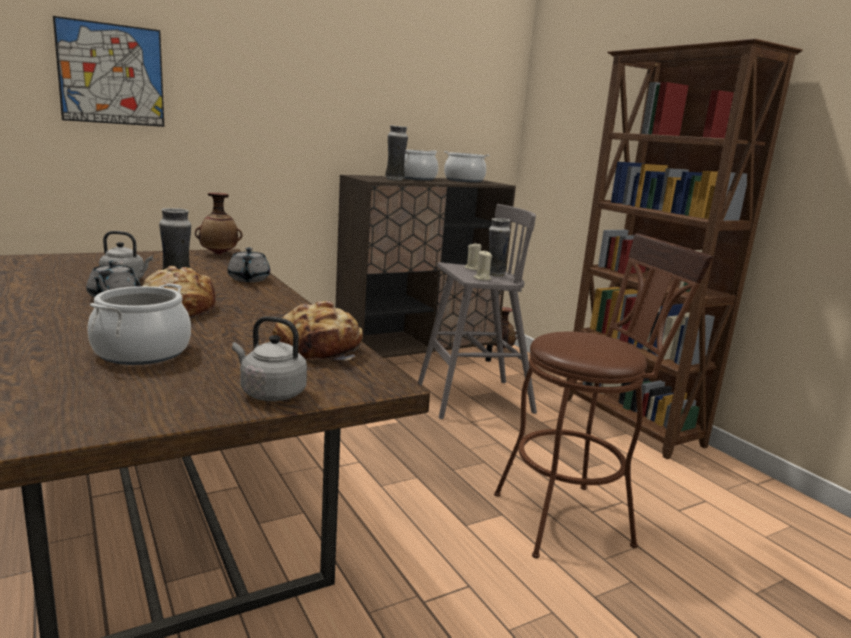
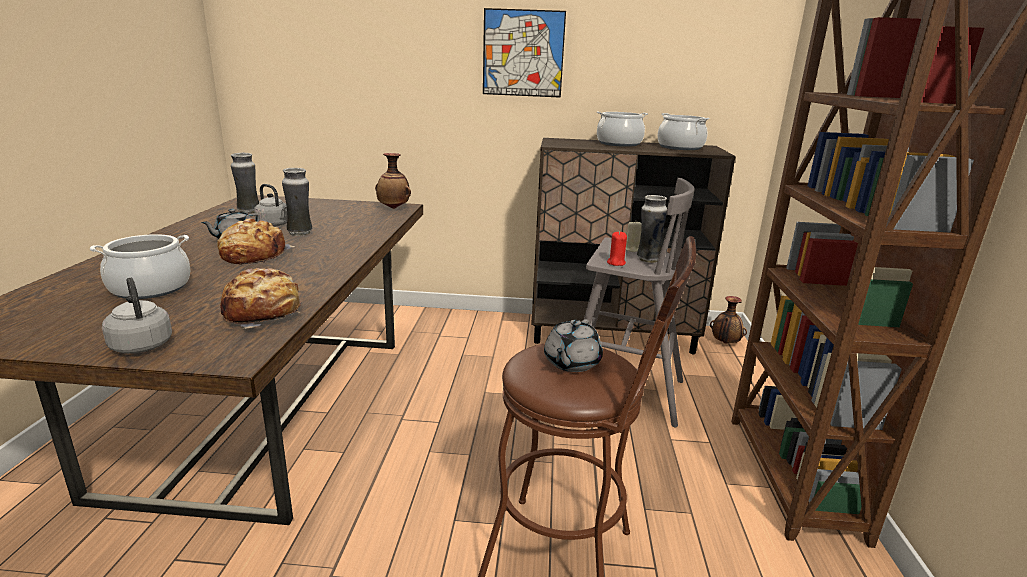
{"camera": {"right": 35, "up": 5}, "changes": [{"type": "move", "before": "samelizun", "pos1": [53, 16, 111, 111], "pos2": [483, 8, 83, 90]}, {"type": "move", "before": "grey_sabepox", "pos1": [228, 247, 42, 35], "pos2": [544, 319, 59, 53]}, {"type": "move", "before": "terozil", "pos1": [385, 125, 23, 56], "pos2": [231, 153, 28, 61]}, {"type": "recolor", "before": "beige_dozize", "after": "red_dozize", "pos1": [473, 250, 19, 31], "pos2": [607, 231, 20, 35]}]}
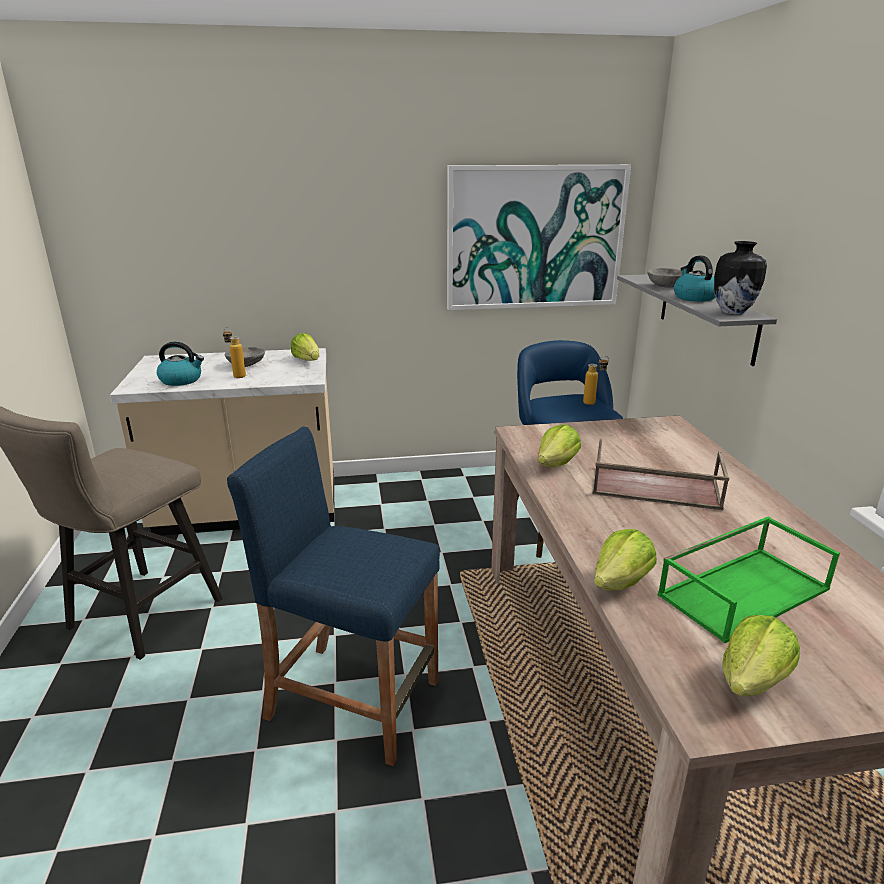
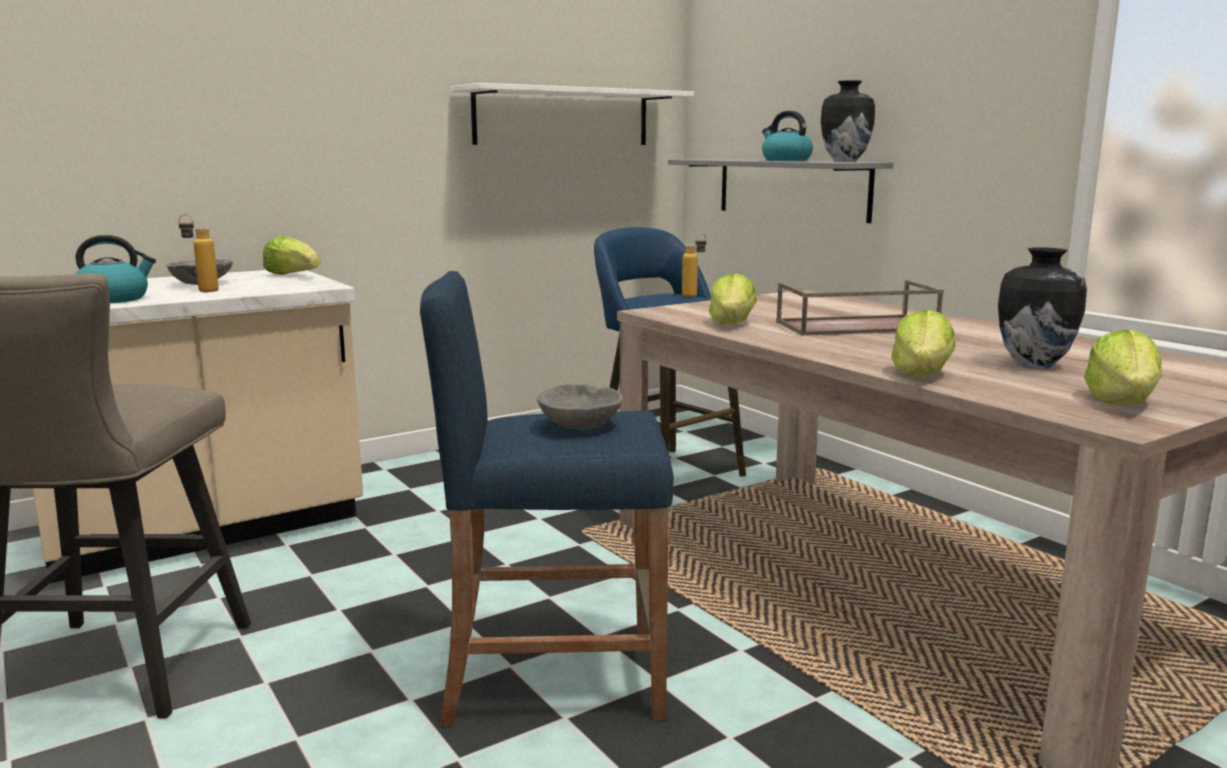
{"camera": {"right": -25, "up": -10}, "changes": [{"type": "move", "before": "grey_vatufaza", "pos1": [647, 268, 35, 20], "pos2": [536, 384, 87, 45]}, {"type": "replace", "before": "samelizun", "after": "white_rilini", "pos1": [447, 165, 184, 145], "pos2": [451, 83, 243, 62]}, {"type": "replace", "before": "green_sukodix", "after": "terozil", "pos1": [658, 517, 182, 126], "pos2": [998, 247, 89, 122]}]}
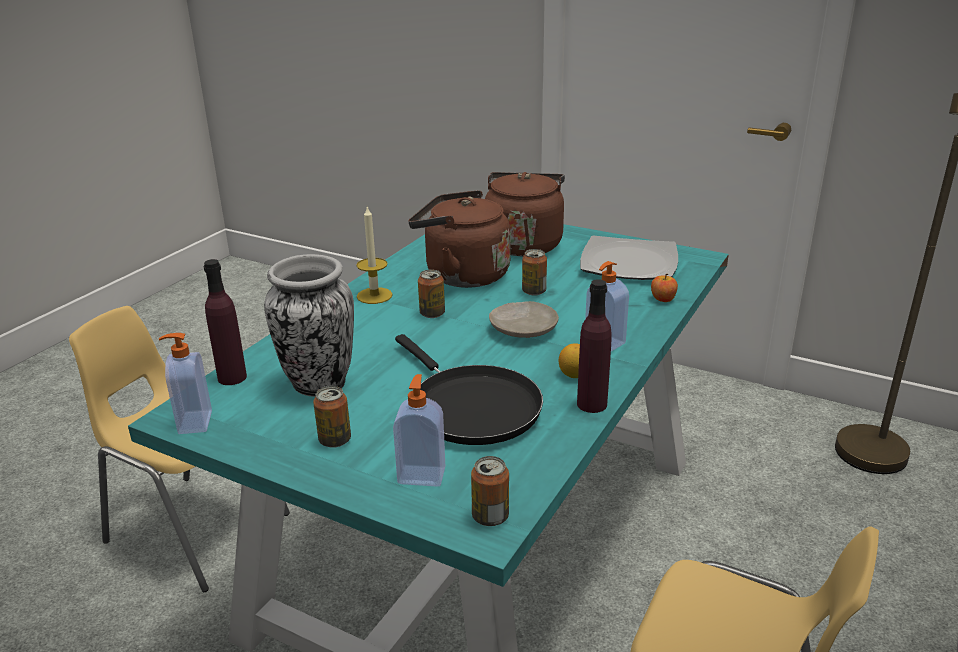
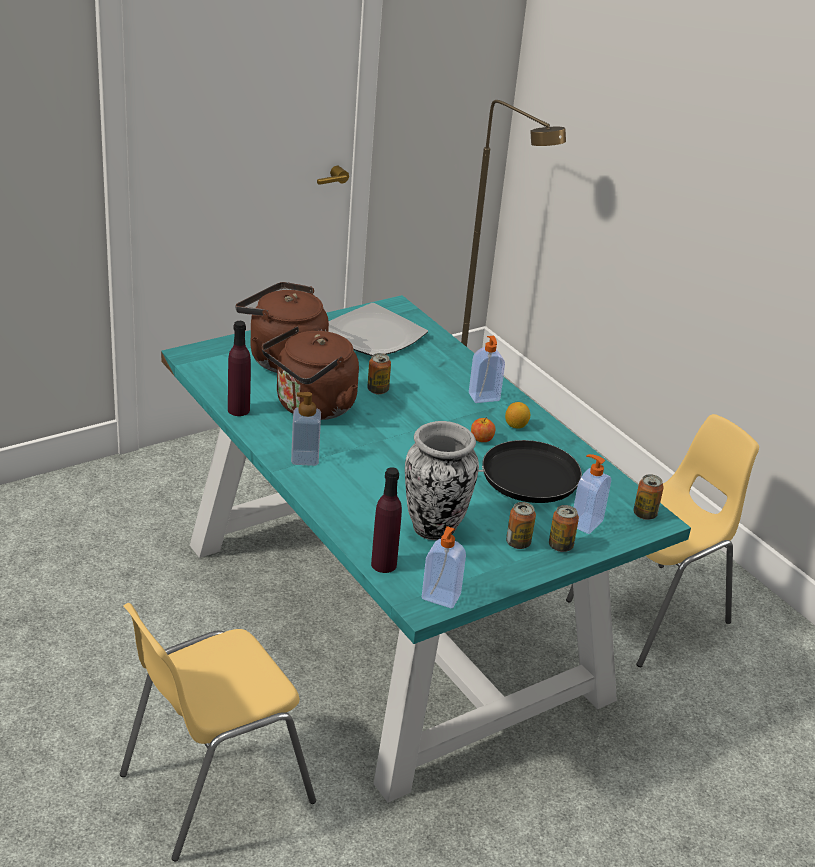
{"camera": {"right": -65, "up": 5}, "changes": [{"type": "delete", "before": "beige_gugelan", "pos1": [489, 301, 70, 37]}, {"type": "move", "before": "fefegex", "pos1": [418, 270, 27, 48], "pos2": [549, 505, 30, 47]}, {"type": "move", "before": "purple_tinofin", "pos1": [577, 279, 35, 134], "pos2": [228, 321, 23, 95]}, {"type": "move", "before": "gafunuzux", "pos1": [651, 274, 27, 28], "pos2": [471, 417, 24, 25]}, {"type": "replace", "before": "dozize", "after": "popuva", "pos1": [357, 207, 36, 97], "pos2": [291, 392, 30, 74]}]}
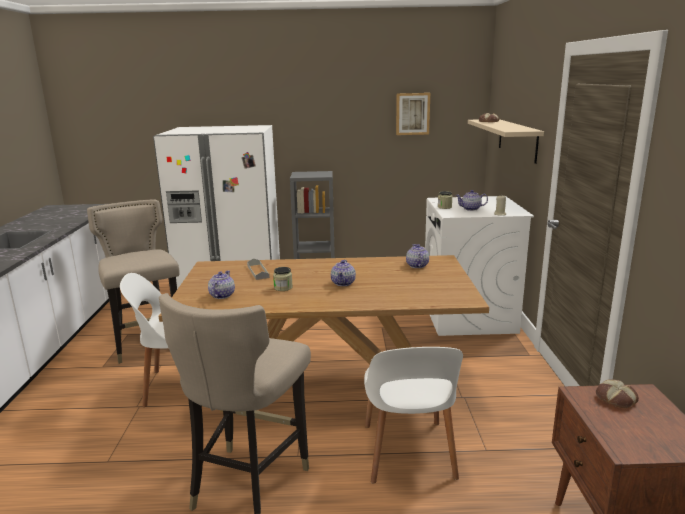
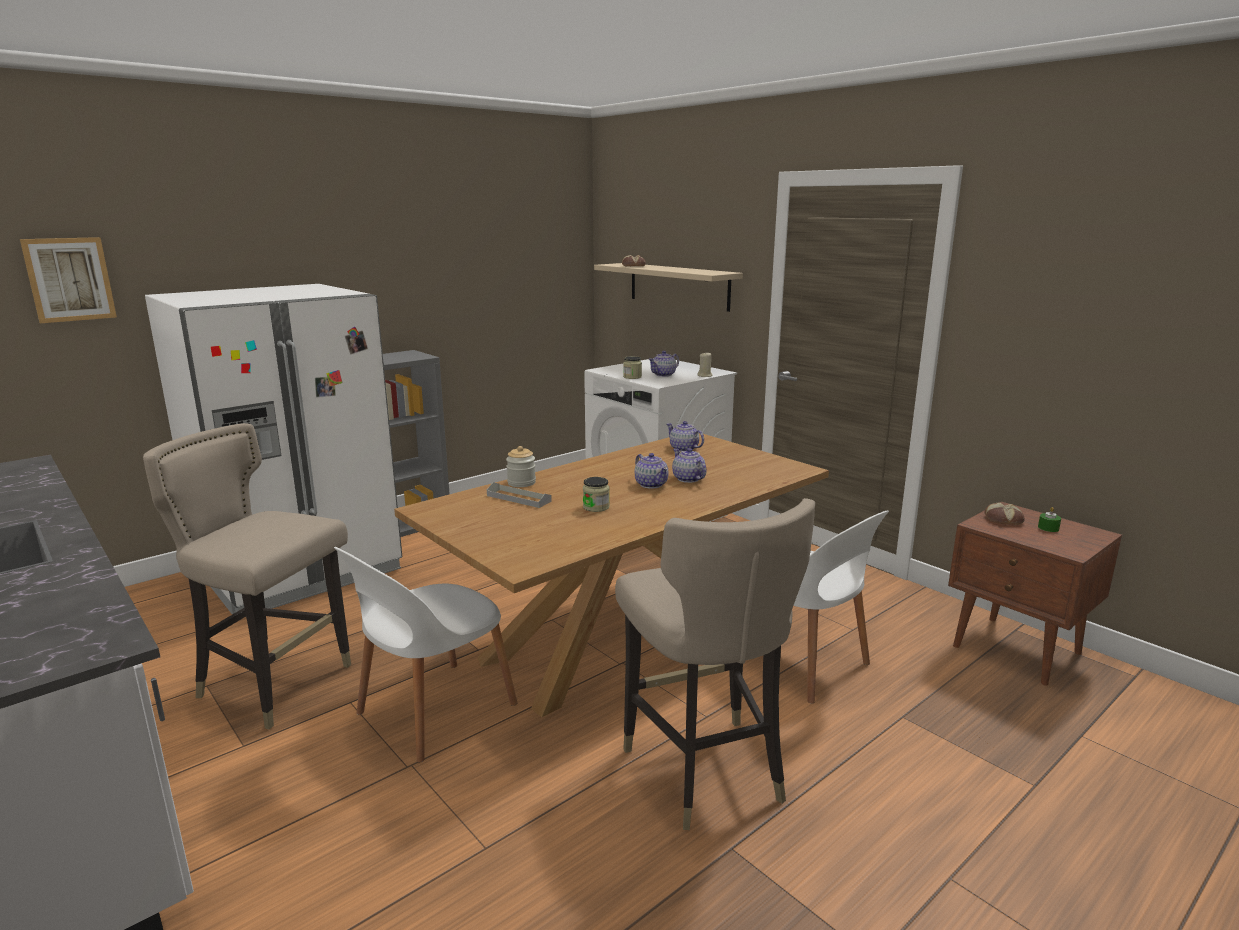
{"camera": {"right": -40, "up": 0}, "changes": [{"type": "insert", "after": "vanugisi", "pos2": [506, 446, 30, 41]}, {"type": "insert", "after": "green_dozize", "pos2": [1038, 507, 23, 25]}, {"type": "move", "before": "sabepox", "pos1": [208, 270, 27, 29], "pos2": [672, 448, 34, 35]}, {"type": "move", "before": "samelizun", "pos1": [396, 93, 34, 42], "pos2": [20, 237, 97, 86]}]}
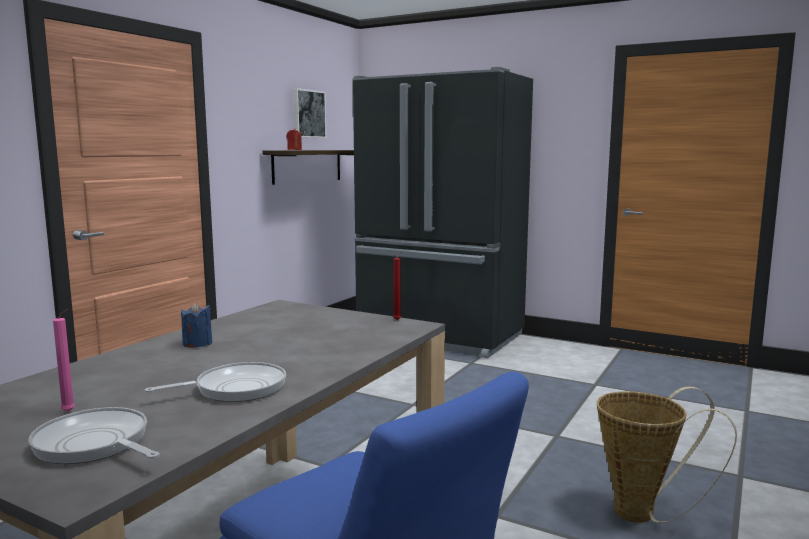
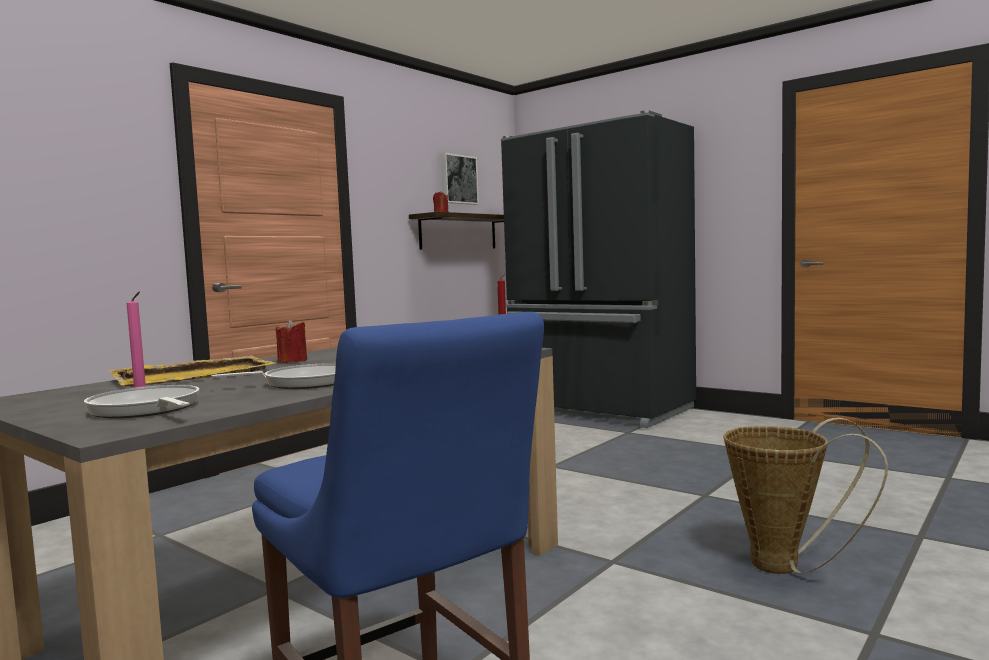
{"camera": {"right": 10, "up": -5}, "changes": [{"type": "insert", "after": "yellow_sukodix", "pos2": [109, 355, 168, 32]}, {"type": "recolor", "before": "blue_dozize", "after": "red_dozize", "pos1": [181, 302, 32, 45], "pos2": [276, 319, 31, 44]}]}
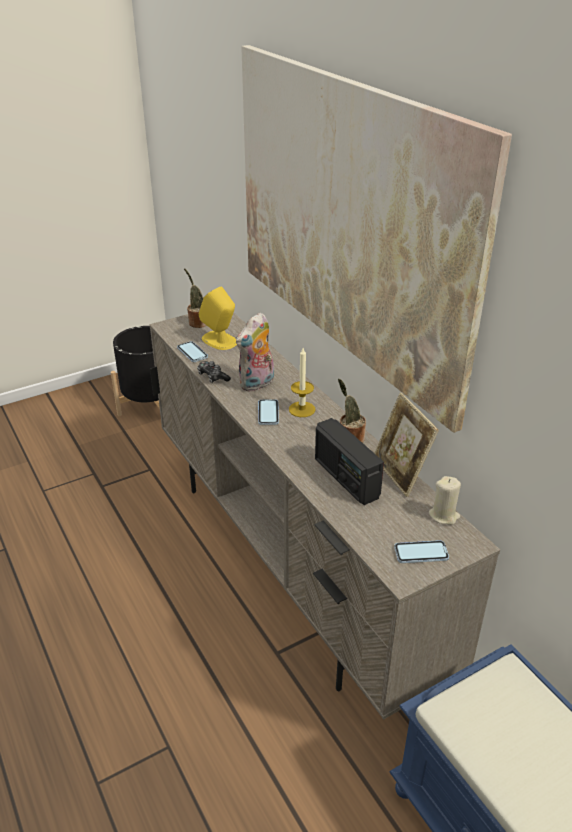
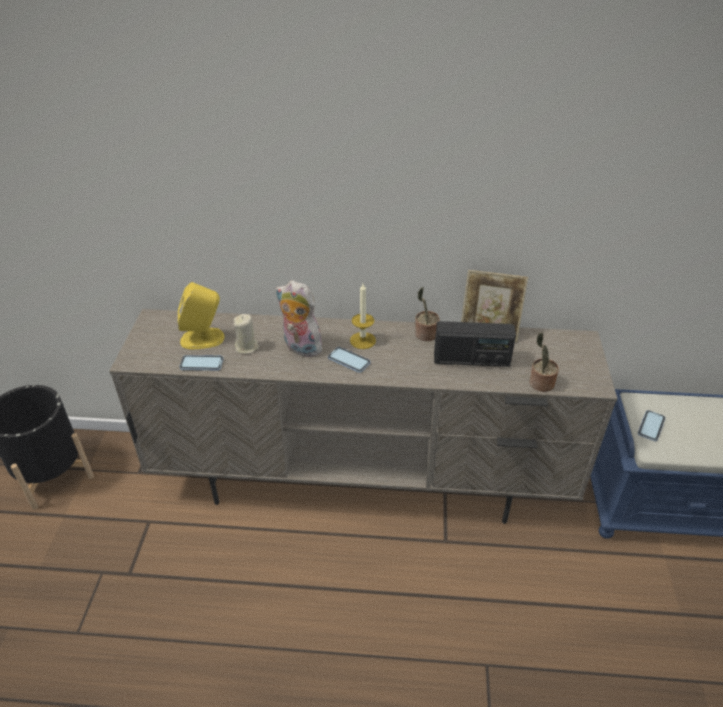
{"camera": {"right": -55, "up": 5}, "changes": [{"type": "delete", "before": "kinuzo", "pos1": [197, 361, 34, 22]}, {"type": "delete", "before": "samelizun", "pos1": [241, 45, 271, 388]}, {"type": "move", "before": "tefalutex", "pos1": [184, 268, 23, 60], "pos2": [529, 333, 30, 59]}, {"type": "move", "before": "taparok", "pos1": [394, 540, 55, 23], "pos2": [638, 410, 28, 31]}, {"type": "move", "before": "beige_dozize", "pos1": [429, 476, 32, 49], "pos2": [234, 314, 25, 40]}, {"type": "rotate", "before": "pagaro", "pos1": [236, 312, 38, 80], "pos2": [276, 280, 46, 77], "turn": 135}]}
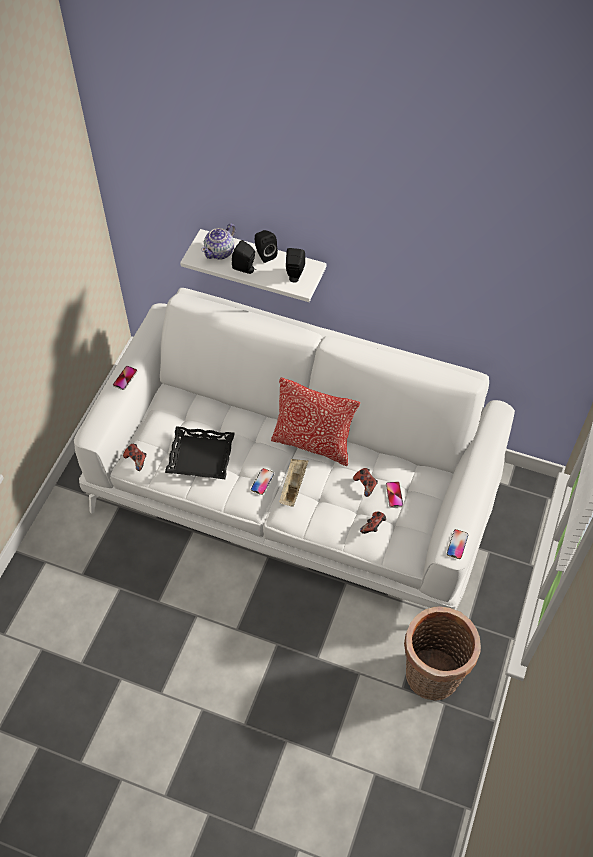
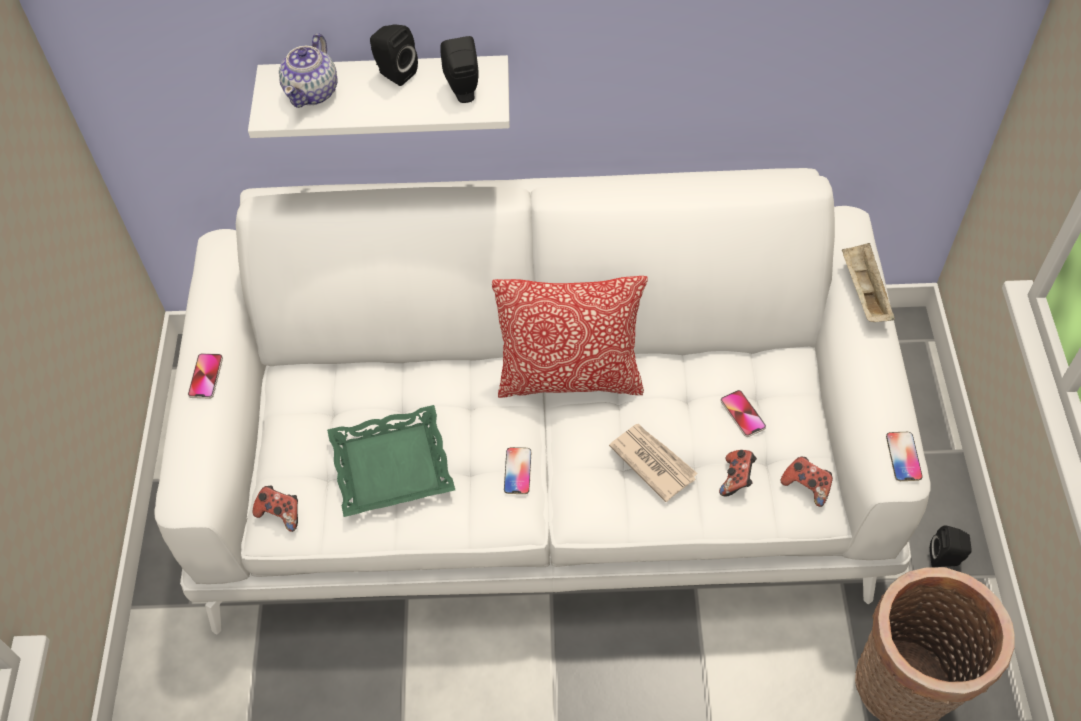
{"camera": {"right": -20, "up": 0}, "changes": [{"type": "insert", "after": "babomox", "pos2": [609, 424, 89, 78]}, {"type": "move", "before": "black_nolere", "pos1": [232, 240, 24, 34], "pos2": [930, 525, 42, 42]}, {"type": "move", "before": "beige_sukodix", "pos1": [279, 459, 29, 48], "pos2": [842, 243, 53, 79]}, {"type": "move", "before": "kinuzo", "pos1": [353, 468, 25, 29], "pos2": [781, 456, 52, 51]}, {"type": "recolor", "before": "black_sukodix", "after": "green_sukodix", "pos1": [165, 426, 70, 53], "pos2": [327, 405, 128, 112]}]}
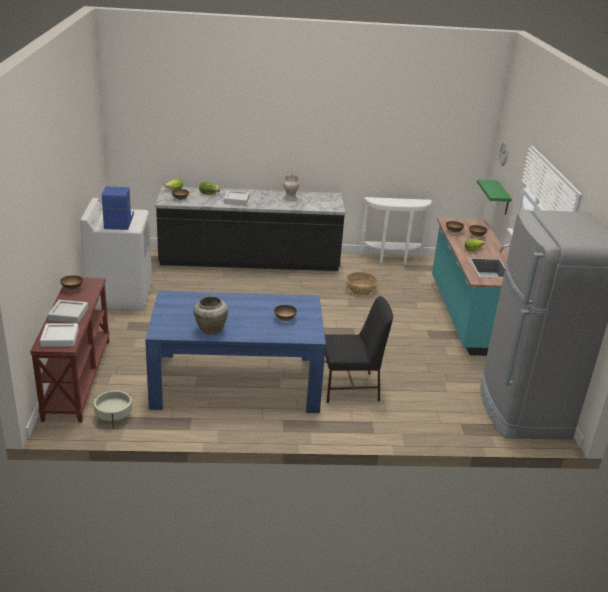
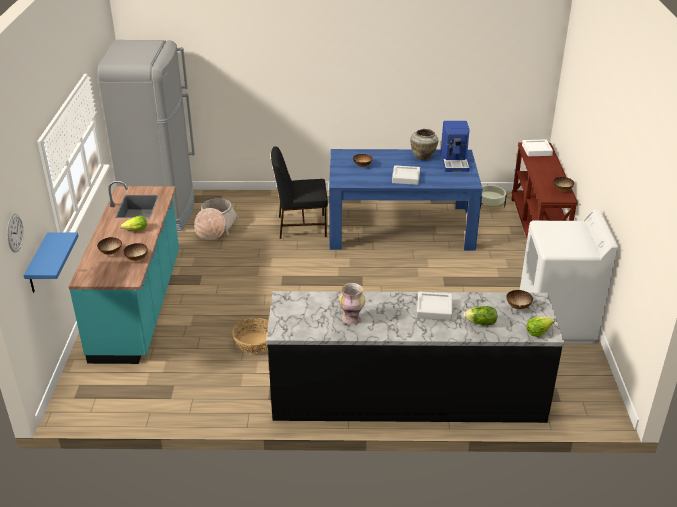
{"camera": {"right": -175, "up": 5}, "changes": [{"type": "delete", "before": "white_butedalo", "pos1": [360, 197, 72, 67]}, {"type": "insert", "after": "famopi", "pos2": [194, 199, 45, 41]}, {"type": "move", "before": "grey_sukodix", "pos1": [48, 300, 40, 23], "pos2": [392, 165, 28, 20]}, {"type": "move", "before": "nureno", "pos1": [102, 186, 32, 44], "pos2": [441, 121, 29, 51]}, {"type": "recolor", "before": "green_rilini", "after": "blue_rilini", "pos1": [477, 179, 35, 36], "pos2": [24, 232, 54, 61]}]}
